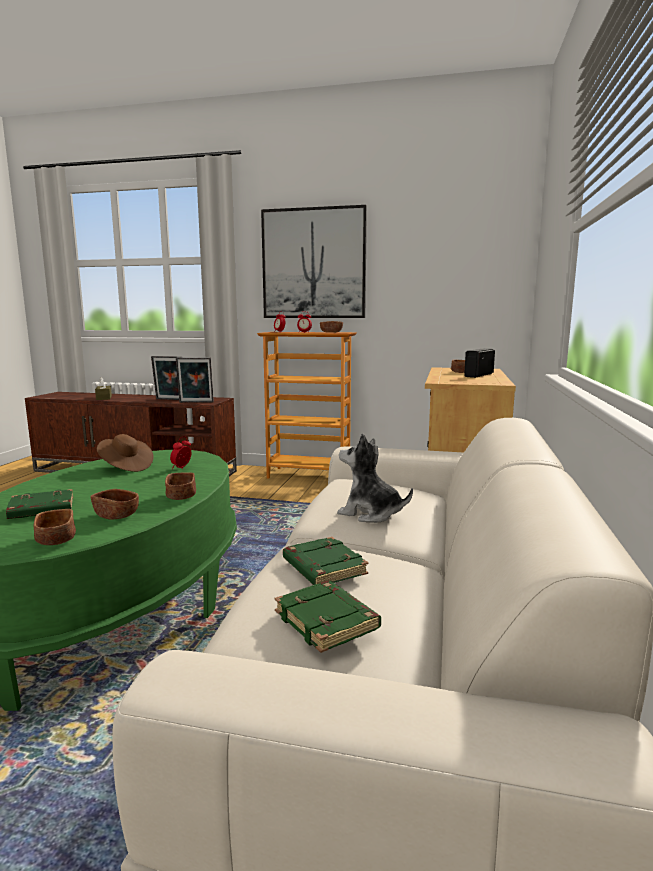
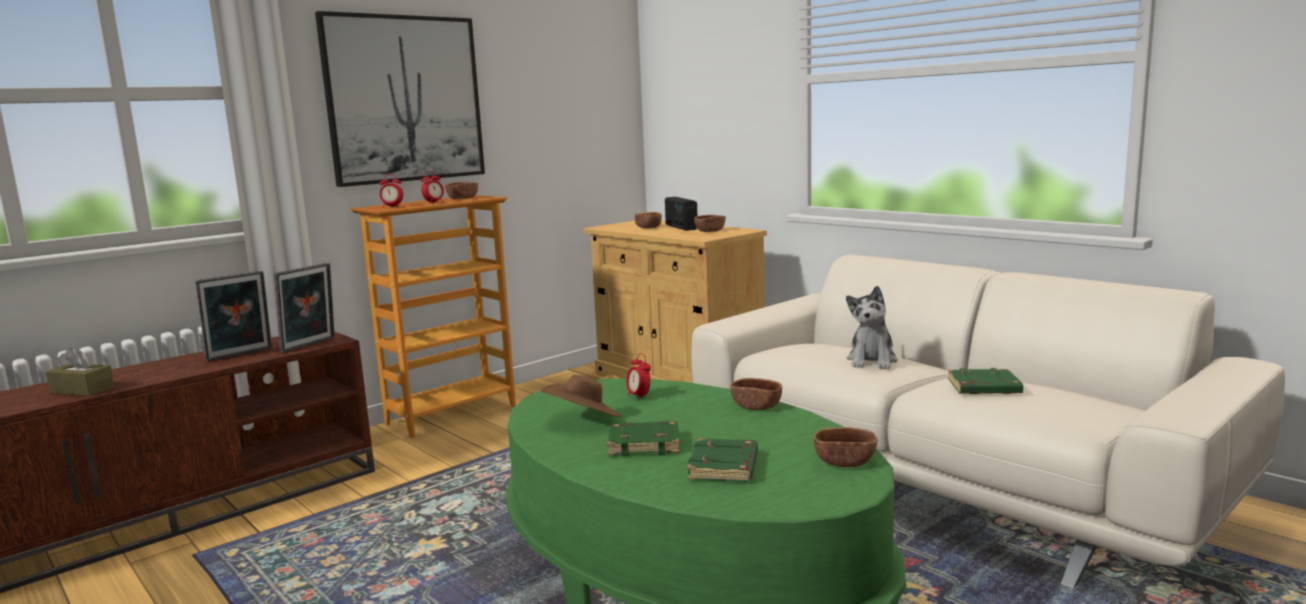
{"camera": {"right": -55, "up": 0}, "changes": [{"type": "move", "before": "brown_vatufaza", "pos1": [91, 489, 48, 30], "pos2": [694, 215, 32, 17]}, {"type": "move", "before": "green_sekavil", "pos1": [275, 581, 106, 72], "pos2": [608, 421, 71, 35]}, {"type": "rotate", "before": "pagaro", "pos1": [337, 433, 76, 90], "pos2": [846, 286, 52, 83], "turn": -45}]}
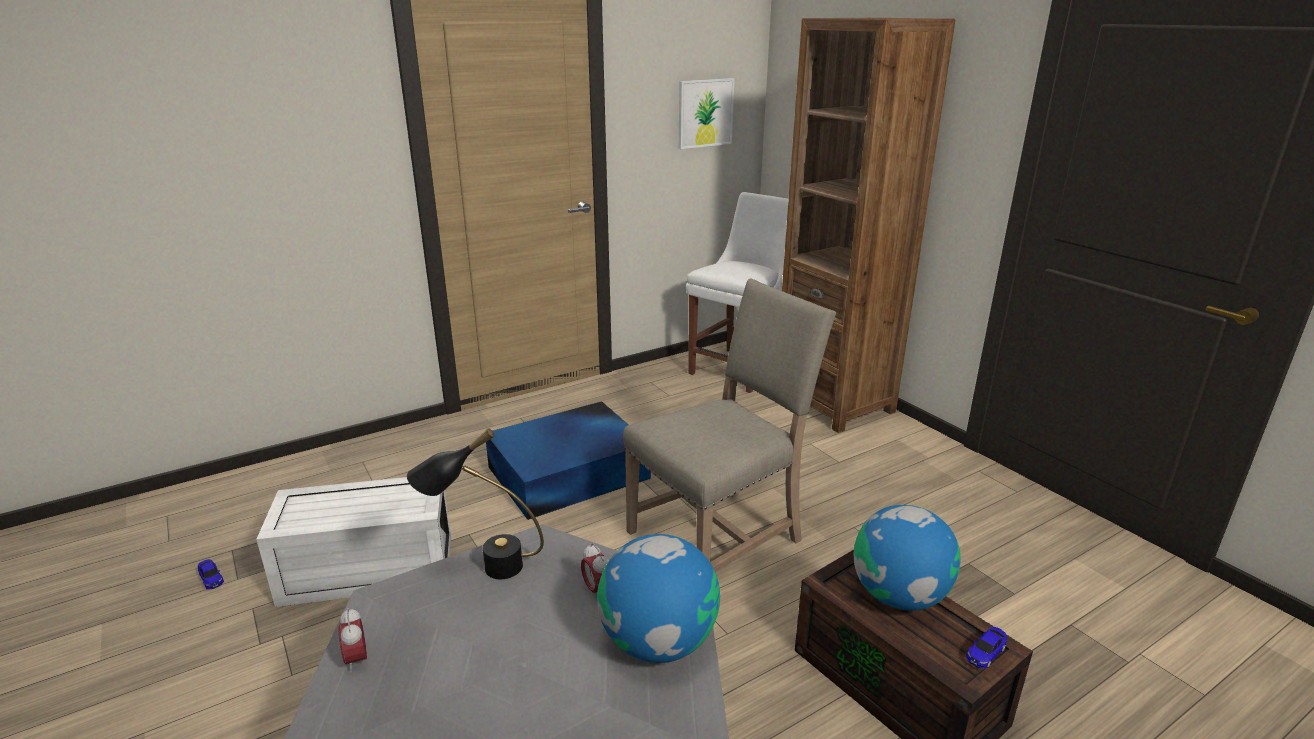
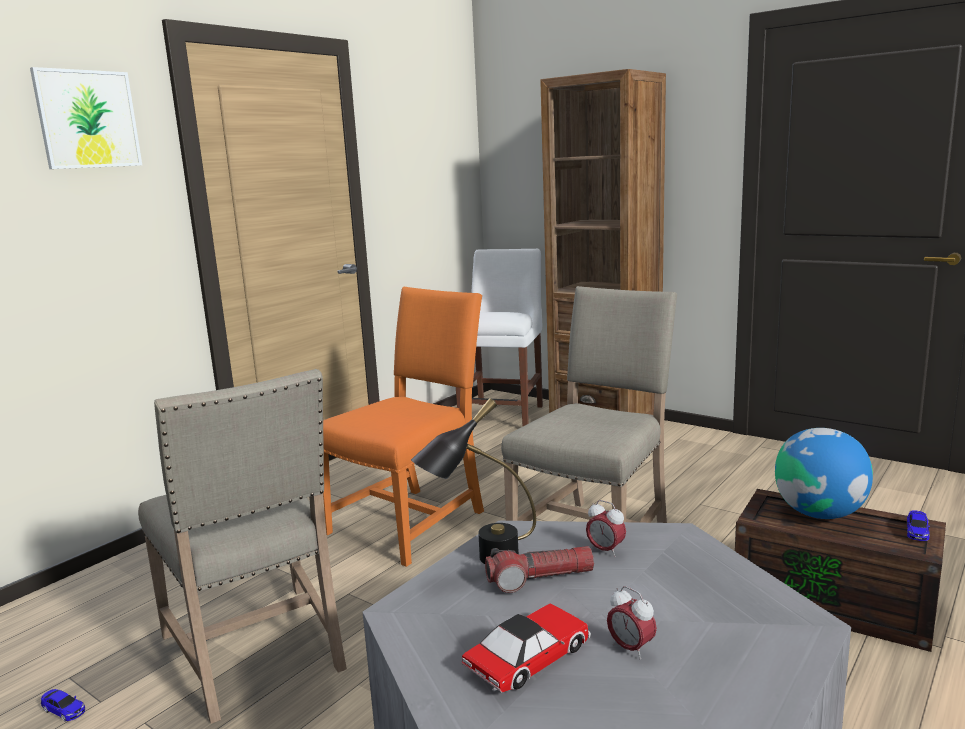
{"camera": {"right": -20, "up": -10}, "changes": [{"type": "delete", "before": "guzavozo", "pos1": [597, 534, 123, 129]}, {"type": "insert", "after": "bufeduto", "pos2": [461, 604, 130, 89]}, {"type": "insert", "after": "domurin", "pos2": [485, 546, 109, 47]}, {"type": "move", "before": "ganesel", "pos1": [338, 608, 29, 65], "pos2": [607, 586, 50, 74]}, {"type": "move", "before": "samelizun", "pos1": [679, 78, 55, 71], "pos2": [30, 67, 112, 102]}, {"type": "replace", "before": "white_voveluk", "after": "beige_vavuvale", "pos1": [256, 477, 195, 130], "pos2": [138, 369, 209, 355]}, {"type": "replace", "before": "blue_voveluk", "after": "orange_vavuvale", "pos1": [486, 401, 165, 119], "pos2": [323, 287, 161, 280]}]}
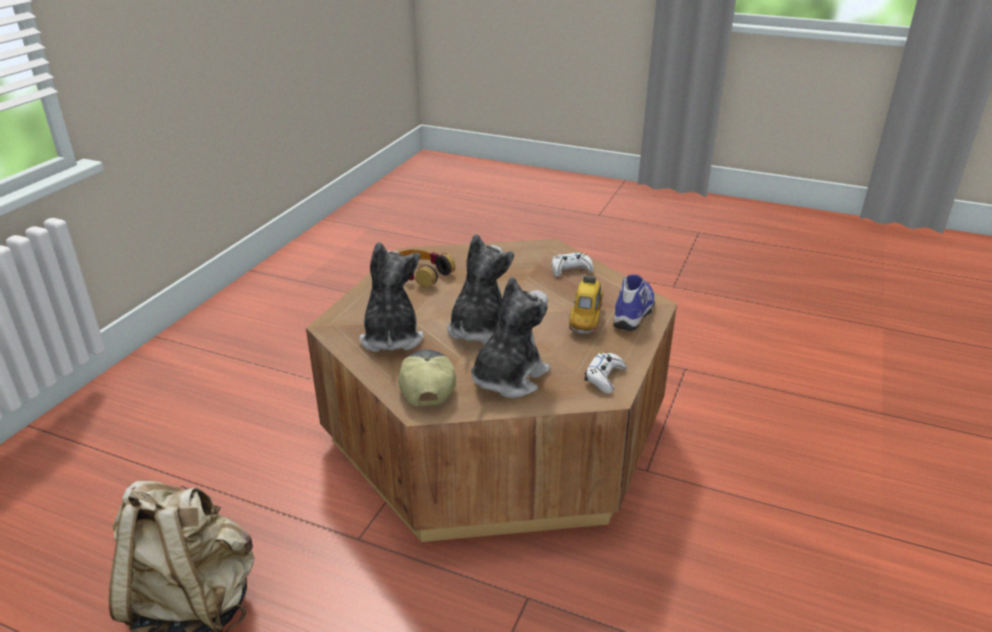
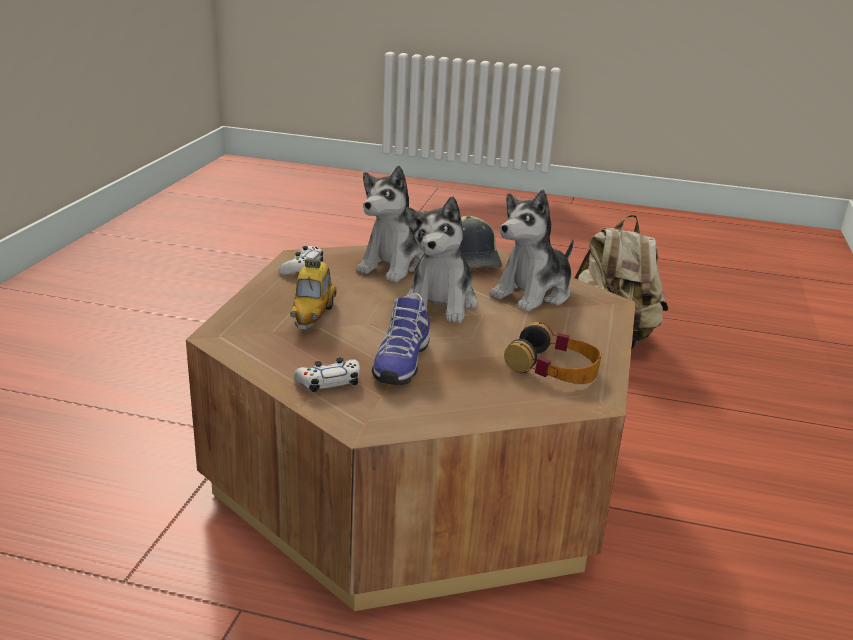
{"camera": {"right": 170, "up": -5}, "changes": [{"type": "move", "before": "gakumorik", "pos1": [613, 274, 42, 57], "pos2": [372, 293, 58, 92]}, {"type": "rotate", "before": "pagaro", "pos1": [359, 242, 65, 110], "pos2": [490, 190, 84, 122], "turn": 60}]}
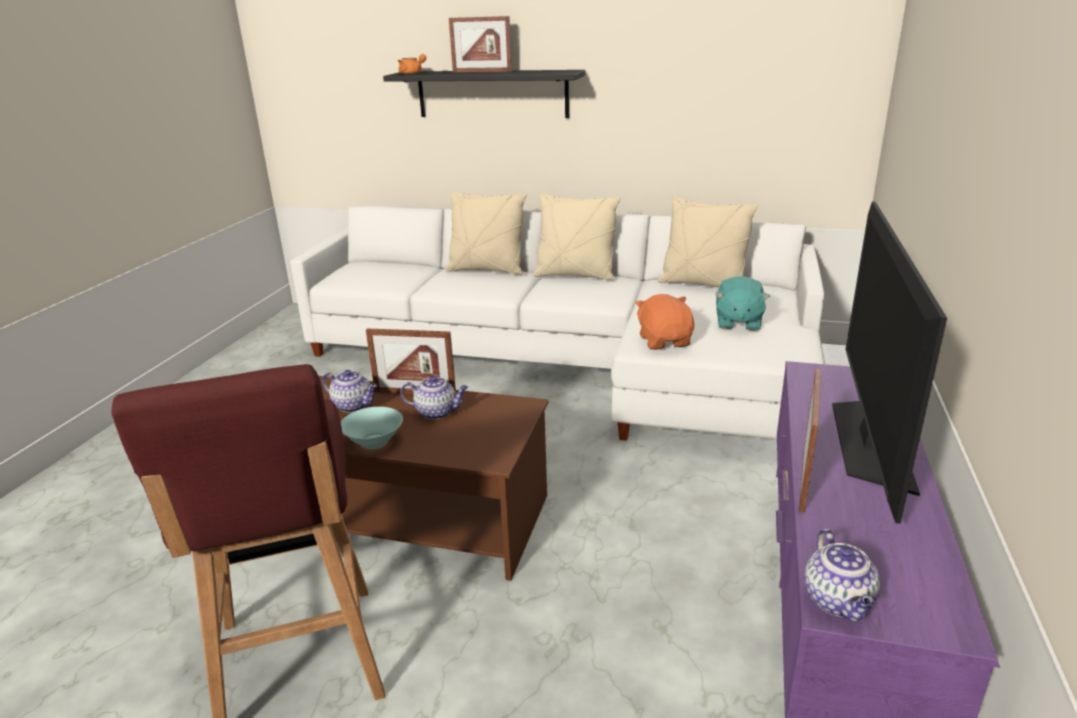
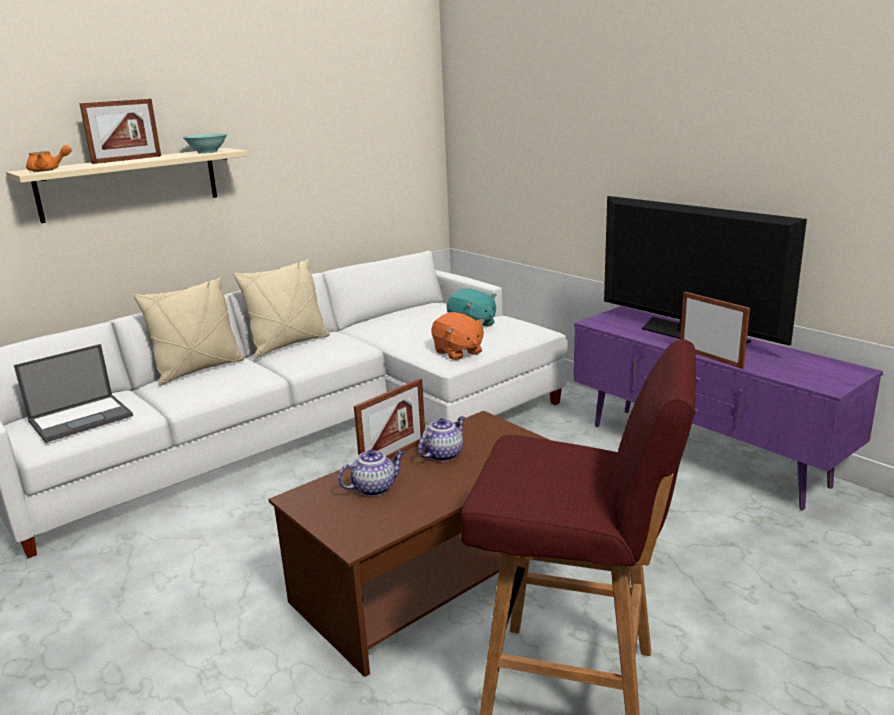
{"camera": {"right": -55, "up": -5}, "changes": [{"type": "delete", "before": "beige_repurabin", "pos1": [658, 196, 100, 91]}, {"type": "delete", "before": "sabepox", "pos1": [804, 529, 76, 93]}, {"type": "insert", "after": "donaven", "pos2": [14, 344, 119, 99]}, {"type": "move", "before": "turquoise_vatufaza", "pos1": [341, 407, 62, 42], "pos2": [183, 133, 44, 21]}, {"type": "recolor", "before": "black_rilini", "after": "beige_rilini", "pos1": [383, 70, 202, 48], "pos2": [6, 148, 242, 75]}, {"type": "rotate", "before": "orange_pagaro", "pos1": [635, 294, 59, 56], "pos2": [431, 312, 54, 48], "turn": -150}]}
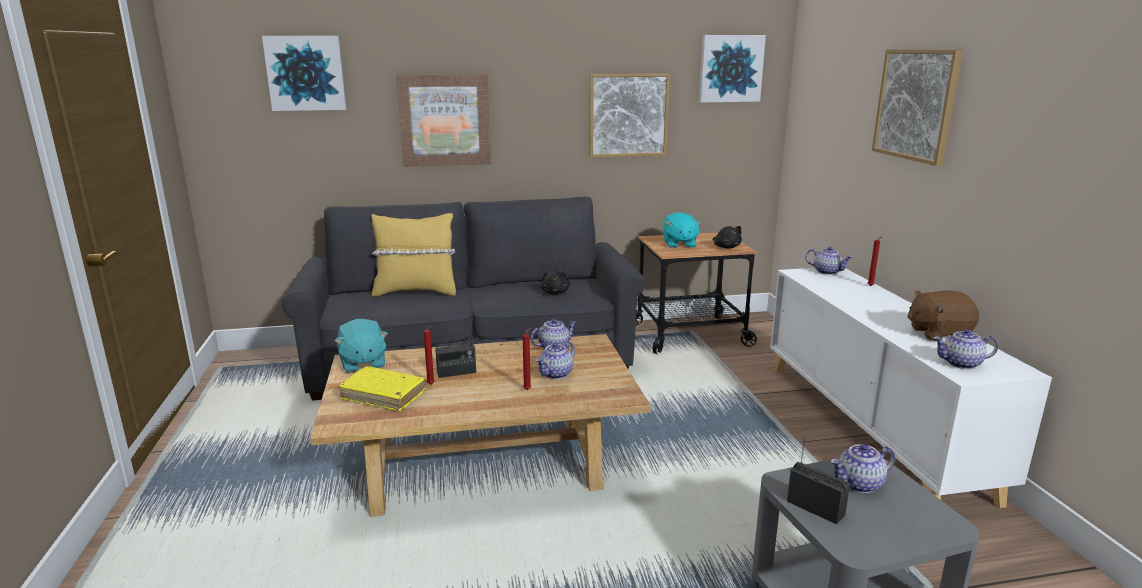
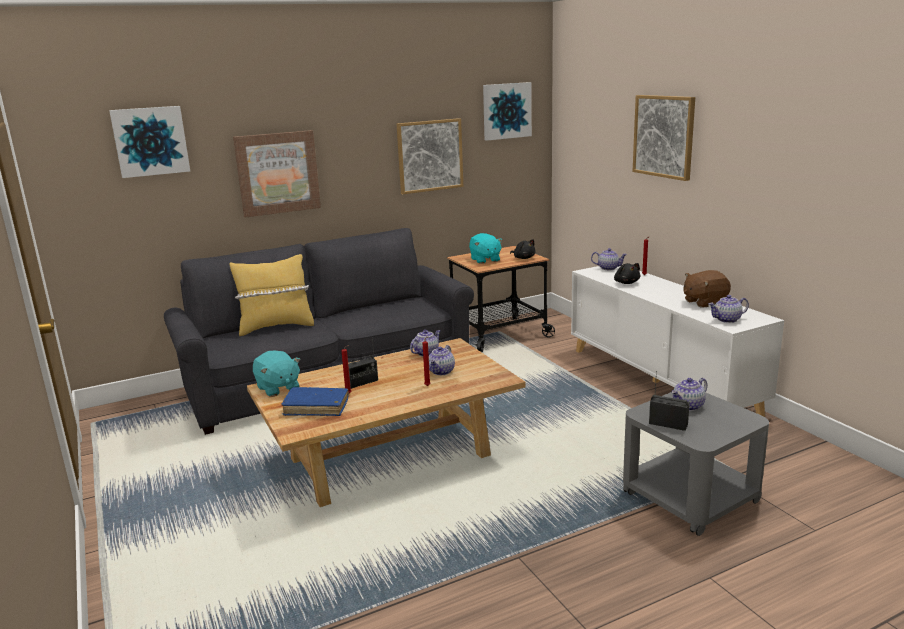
{"camera": {"right": -15, "up": 0}, "changes": [{"type": "move", "before": "black_pagaro", "pos1": [541, 271, 29, 24], "pos2": [614, 263, 26, 21]}, {"type": "recolor", "before": "yellow_sekavil", "after": "blue_sekavil", "pos1": [339, 366, 88, 45], "pos2": [281, 387, 68, 29]}]}
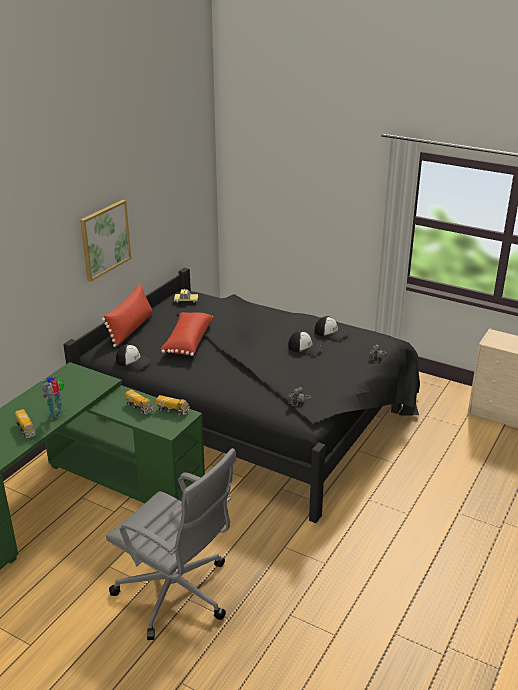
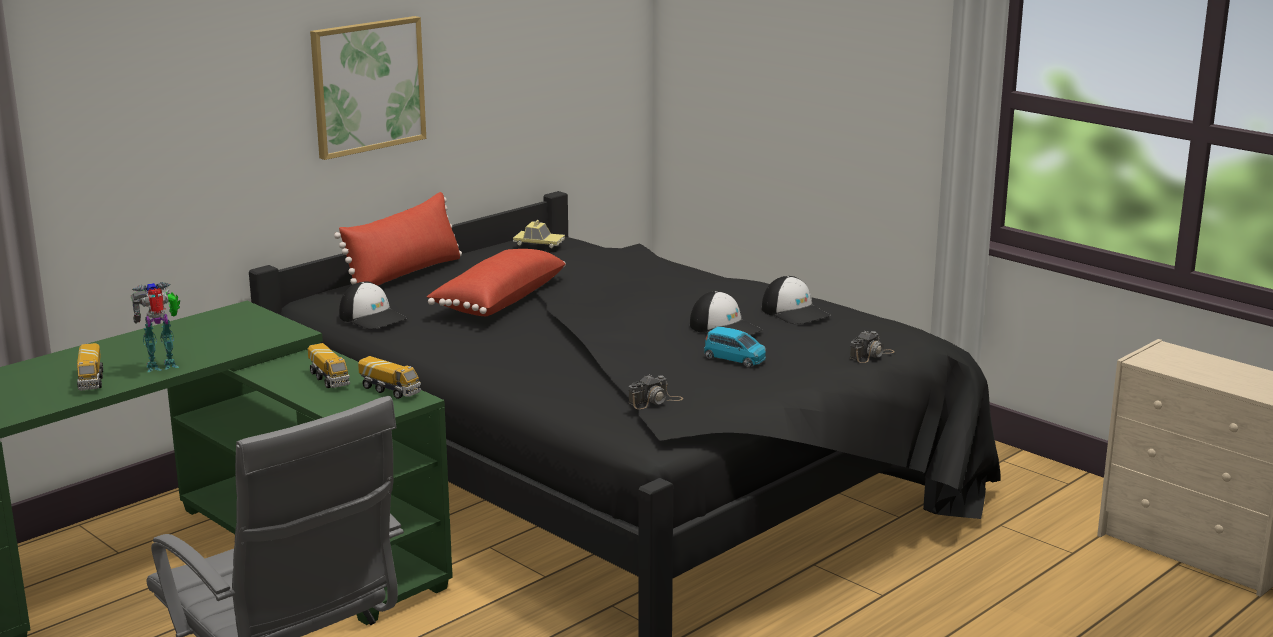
{"camera": {"right": 15, "up": -10}, "changes": [{"type": "insert", "after": "blue_bufeduto", "pos2": [704, 326, 62, 42]}]}
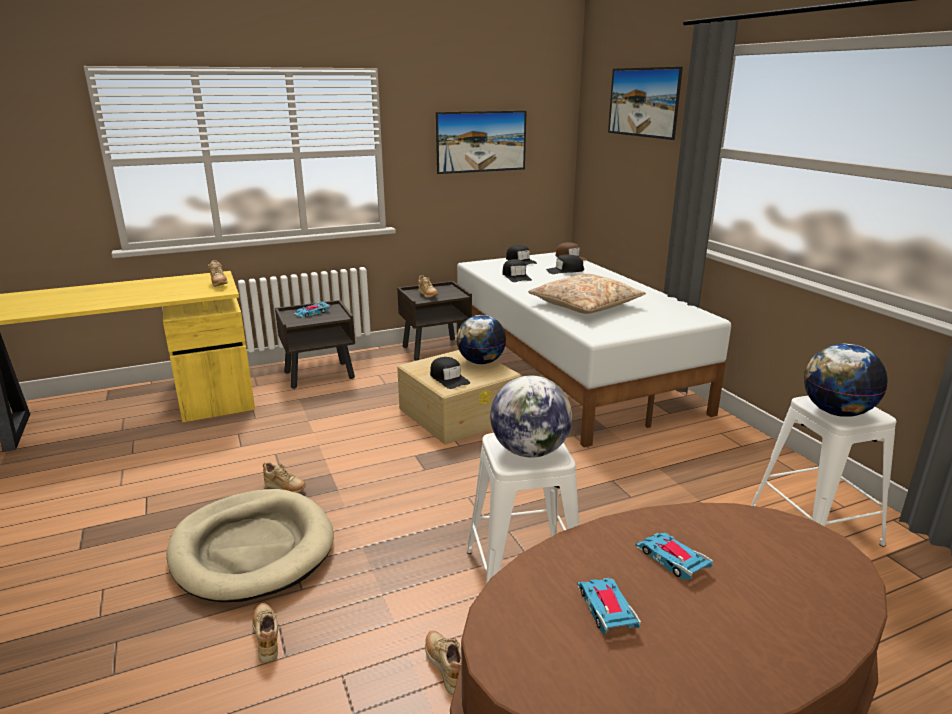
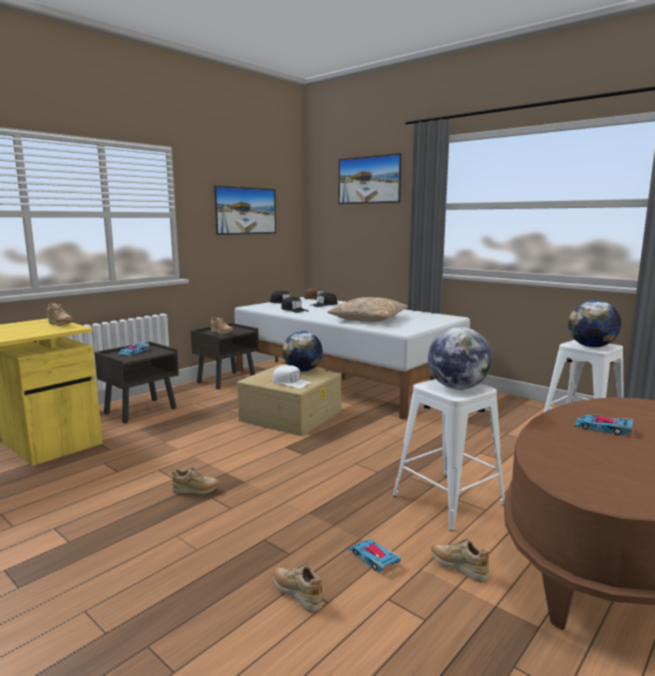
{"camera": {"right": -25, "up": -10}, "changes": [{"type": "delete", "before": "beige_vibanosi", "pos1": [166, 489, 168, 113]}, {"type": "move", "before": "bufeduto", "pos1": [577, 578, 64, 56], "pos2": [349, 539, 52, 33]}, {"type": "recolor", "before": "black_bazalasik", "after": "white_bazalasik", "pos1": [430, 357, 40, 32], "pos2": [272, 365, 39, 23]}]}
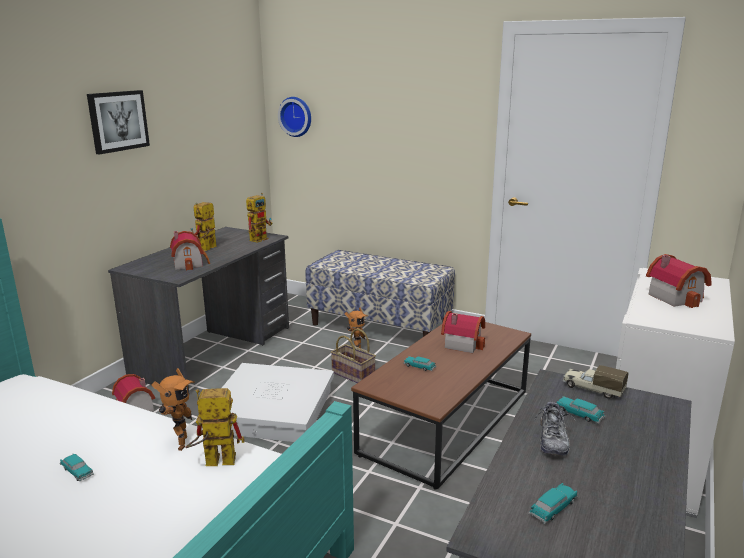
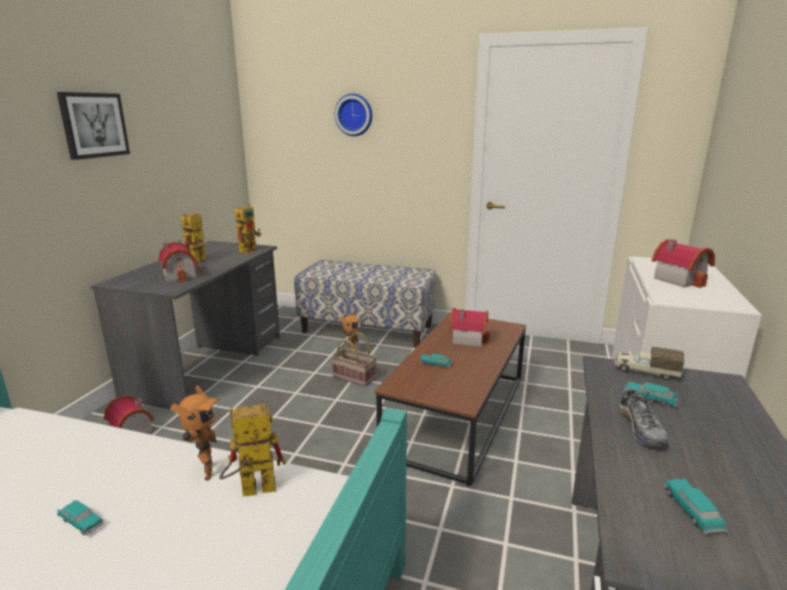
{"camera": {"right": -10, "up": 0}, "changes": [{"type": "delete", "before": "white_voveluk", "pos1": [222, 363, 112, 79]}, {"type": "move", "before": "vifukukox", "pos1": [278, 97, 33, 40], "pos2": [335, 93, 37, 43]}, {"type": "rotate", "before": "bufeduto", "pos1": [528, 483, 50, 41], "pos2": [664, 478, 64, 57], "turn": -45}]}
